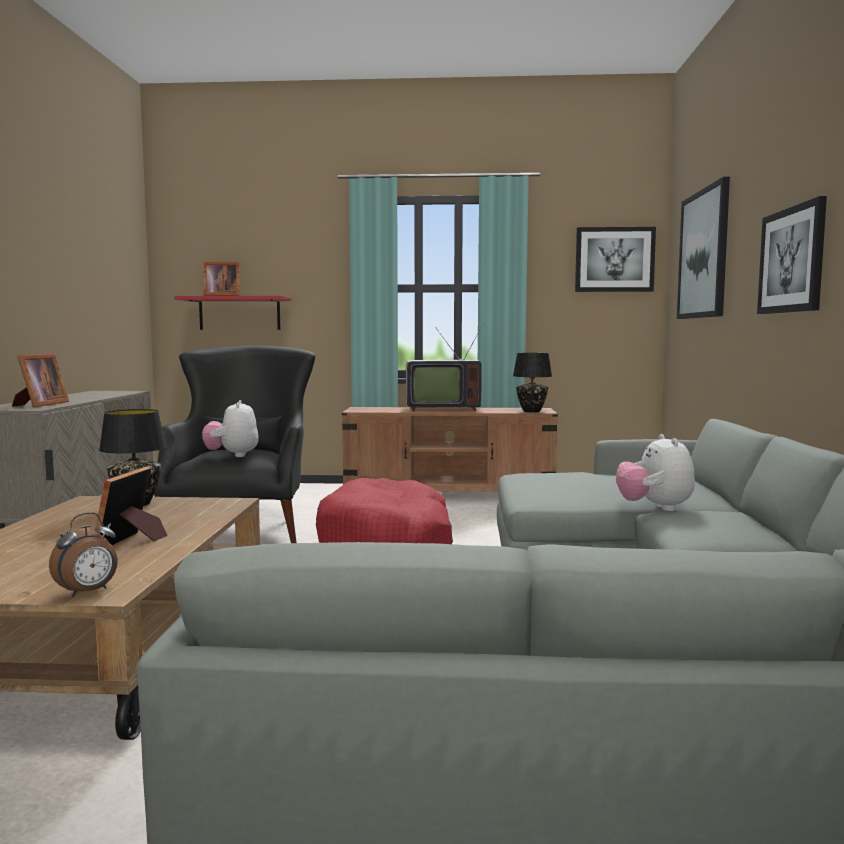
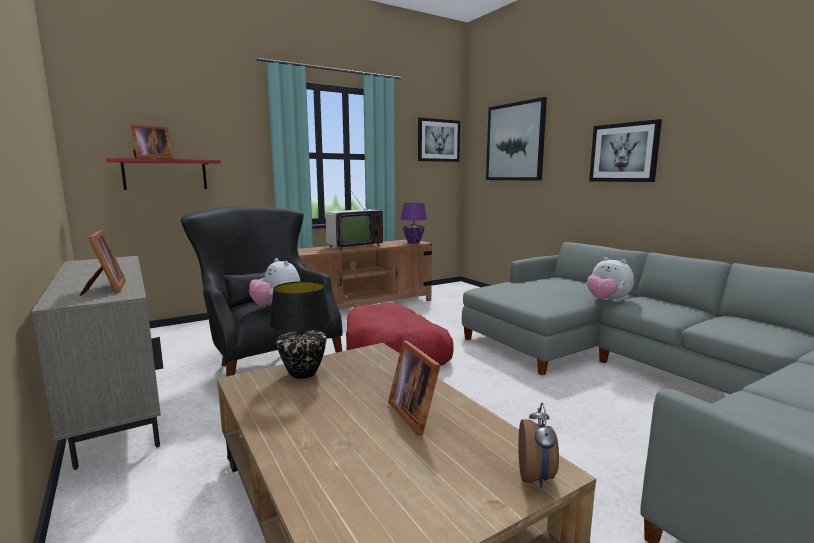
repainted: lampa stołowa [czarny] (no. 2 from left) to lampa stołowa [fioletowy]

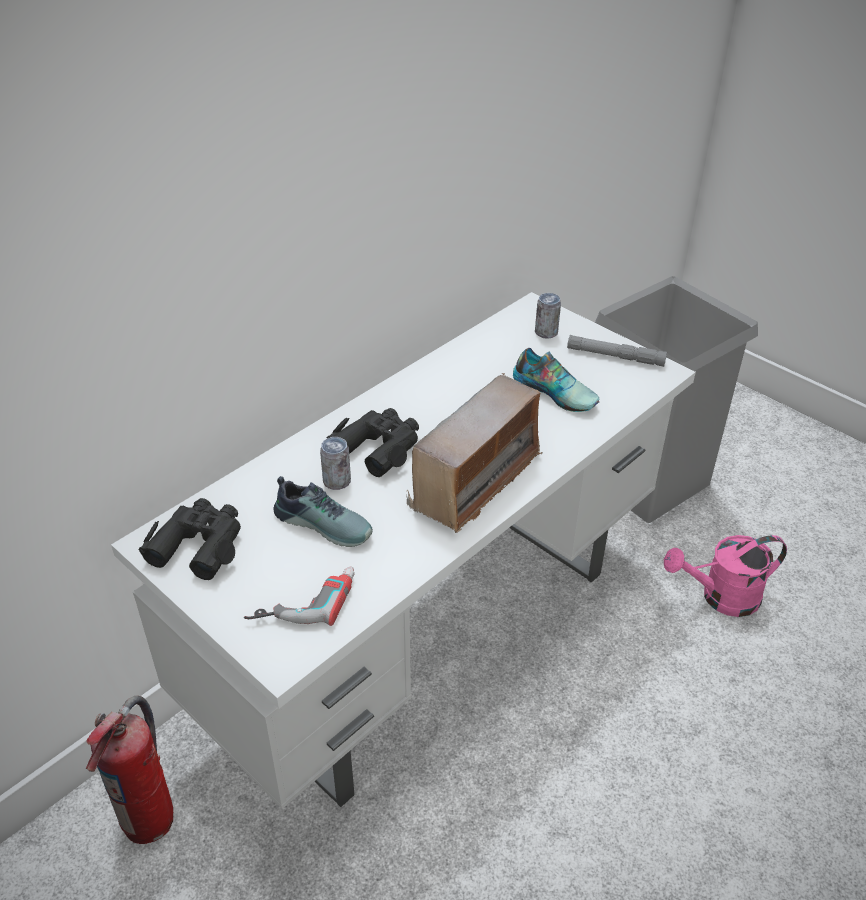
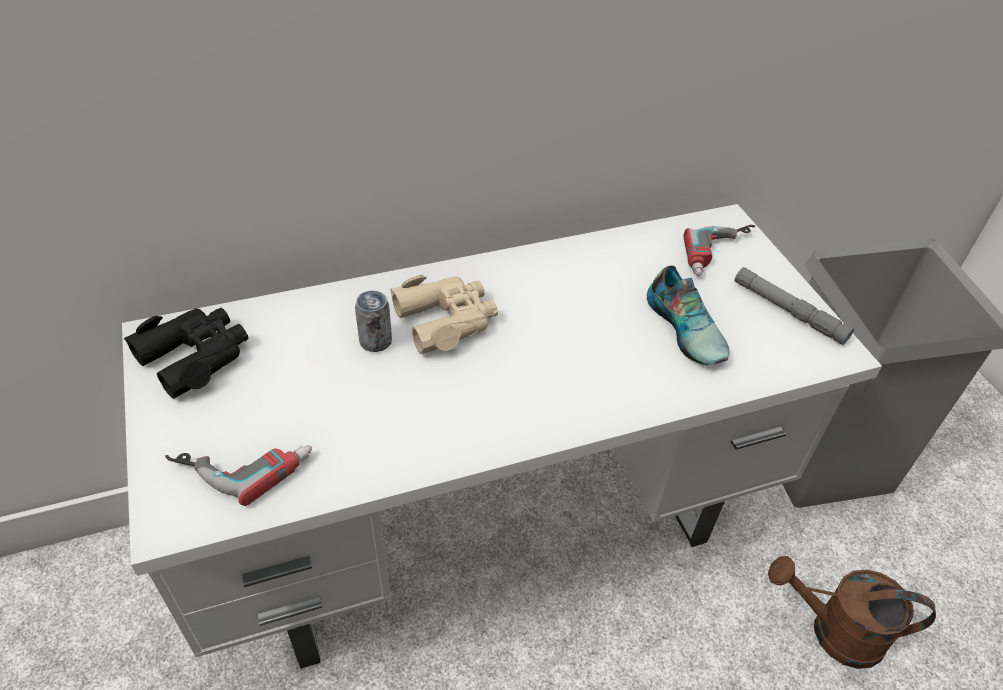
gone: gaśnica; but (no. 1 from left); radio
swapped: puszka (no. 2 from left) to wiertarka (no. 2 from left)
repainted: lornetka [czarny] (no. 2 from left) to lornetka [beżowy]; konewka [różowy] to konewka [brązowy]

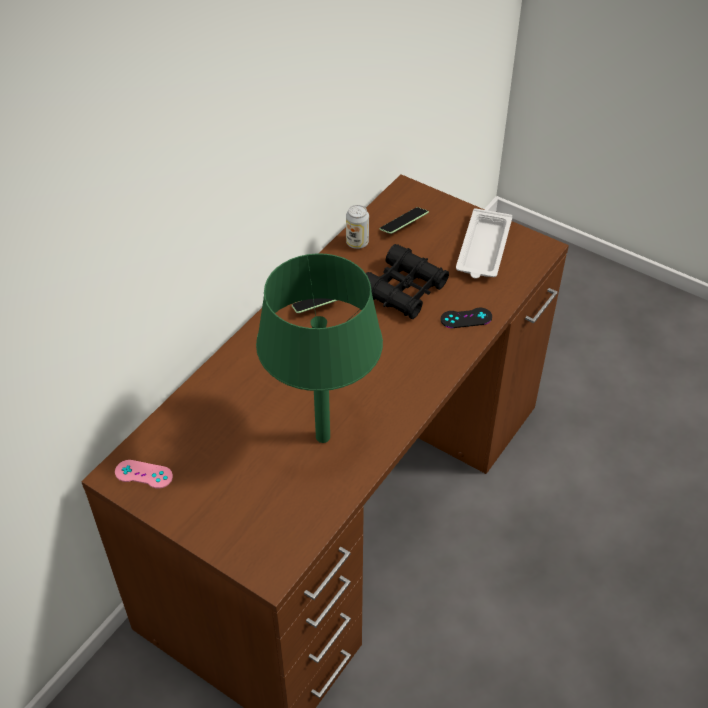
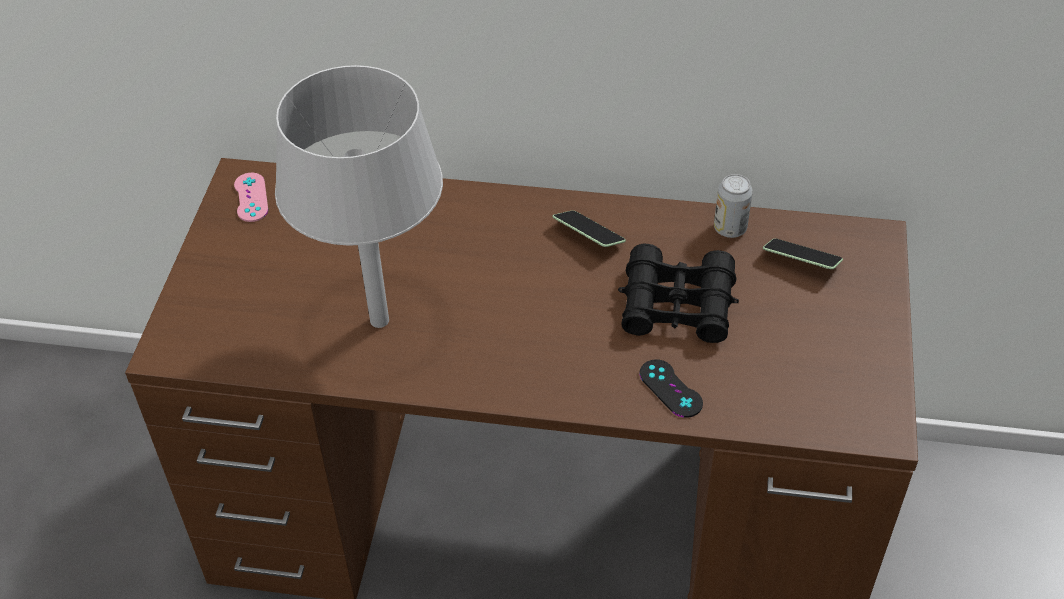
gone: taca [biały]
repainted: lampa stołowa [zielony] to lampa stołowa [szary]

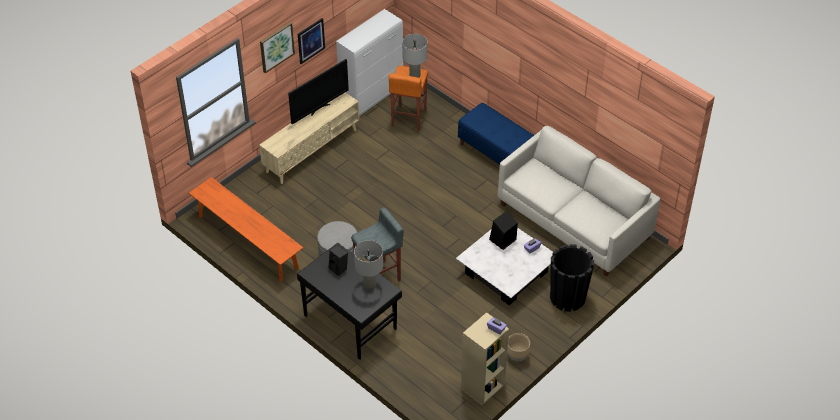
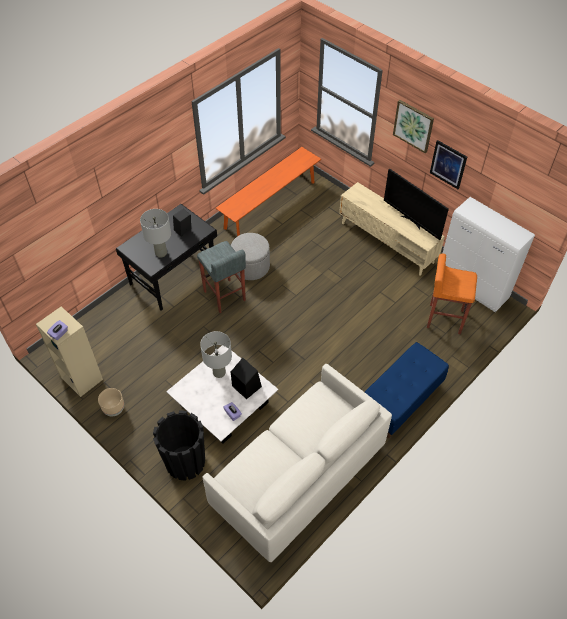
shifted: lampa stołowa [szary] (no. 2 from left)

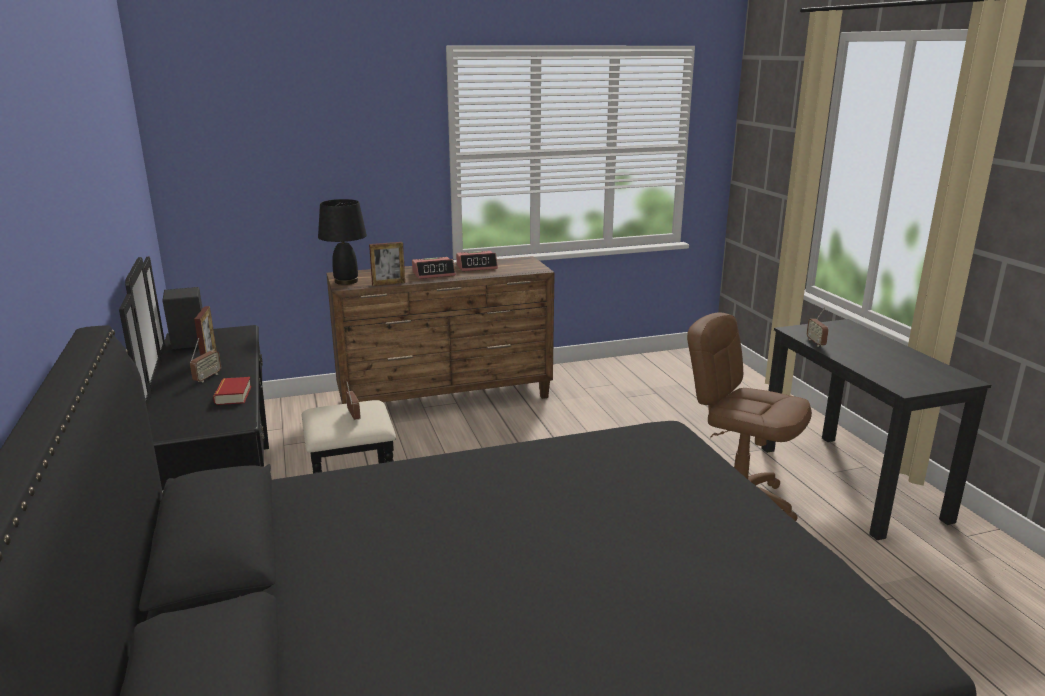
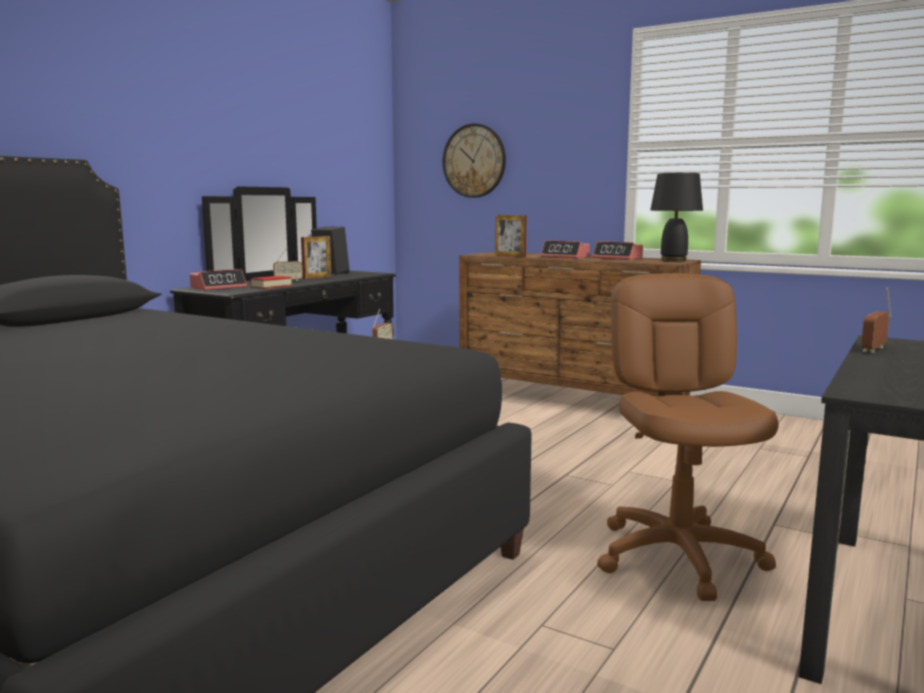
new: budzik (no. 1 from left); zegar ścienny
shifted: lampa stołowa [czarny]

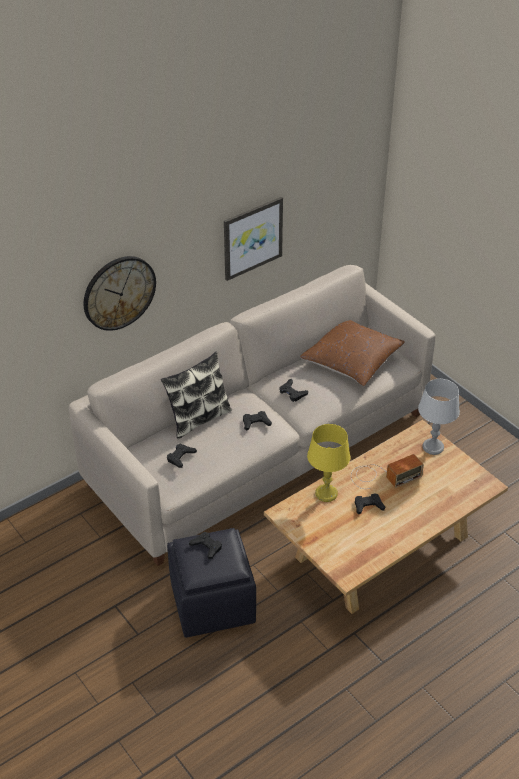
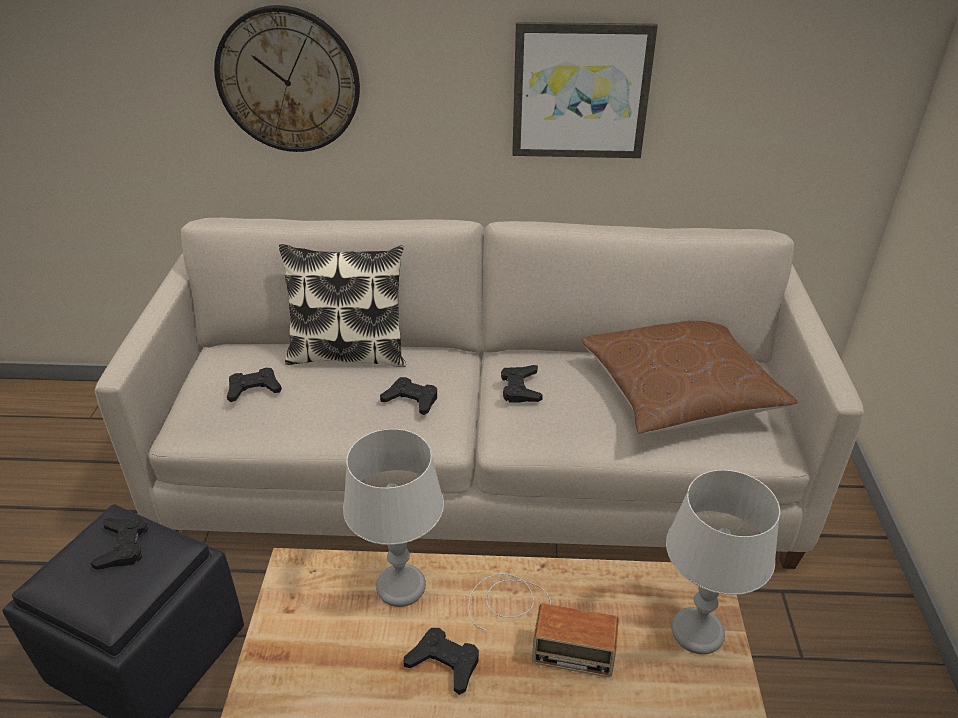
repainted: lampa stołowa [żółty] to lampa stołowa [szary] (no. 1 from left)

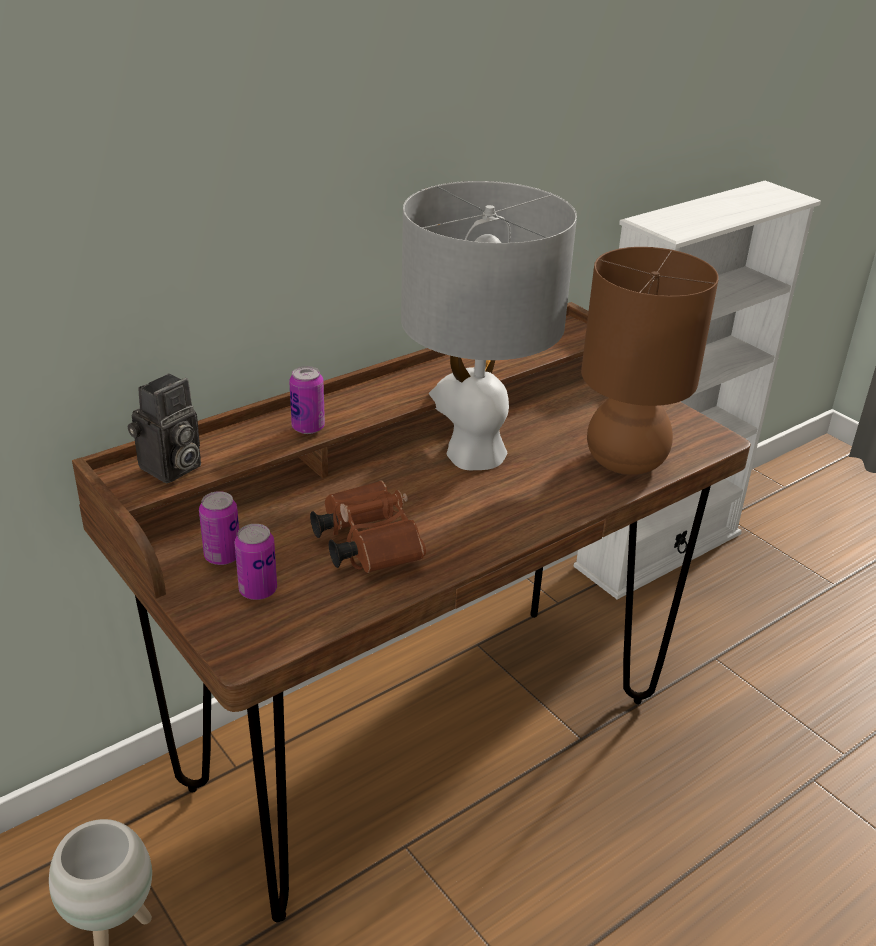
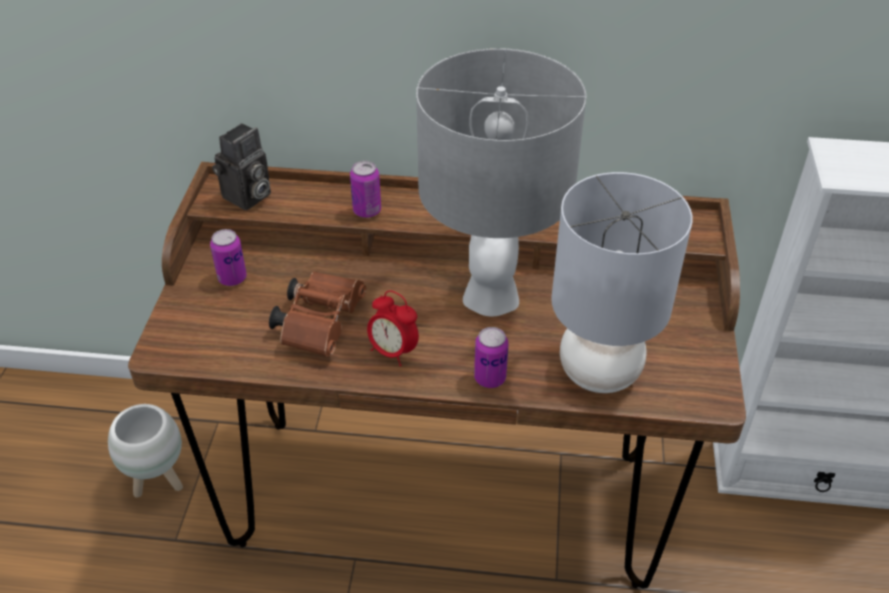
new: budzik
shifted: puszka (no. 2 from left in the first image) to puszka (no. 3 from left)
repainted: lampa stołowa [brązowy] to lampa stołowa [szary] (no. 2 from left)
rotated: aparat fotograficzny 45 degrees counterclockwise

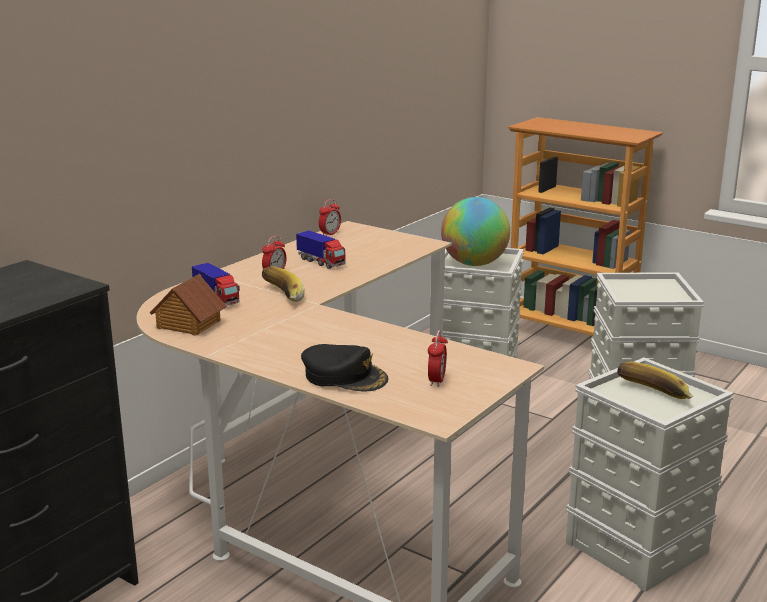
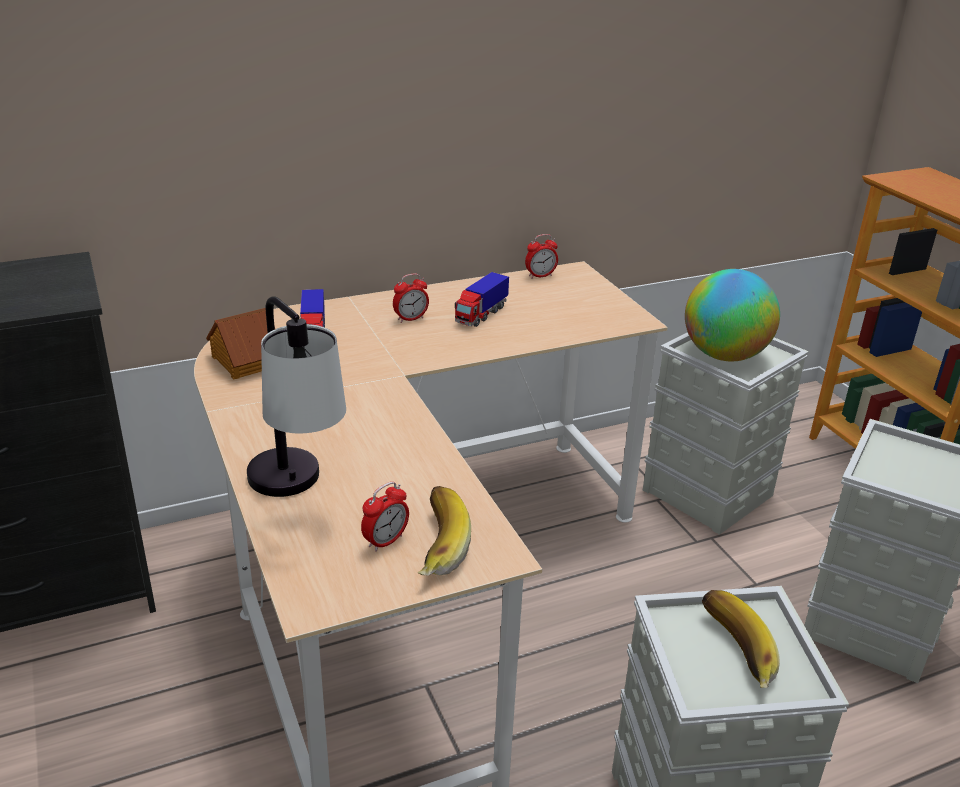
shifted: banan (no. 1 from left)
swapped: czapka z daszkiem [czarny] to lampa stołowa
rotated: ciężarówka zabawkowa (no. 2 from left) 45 degrees clockwise

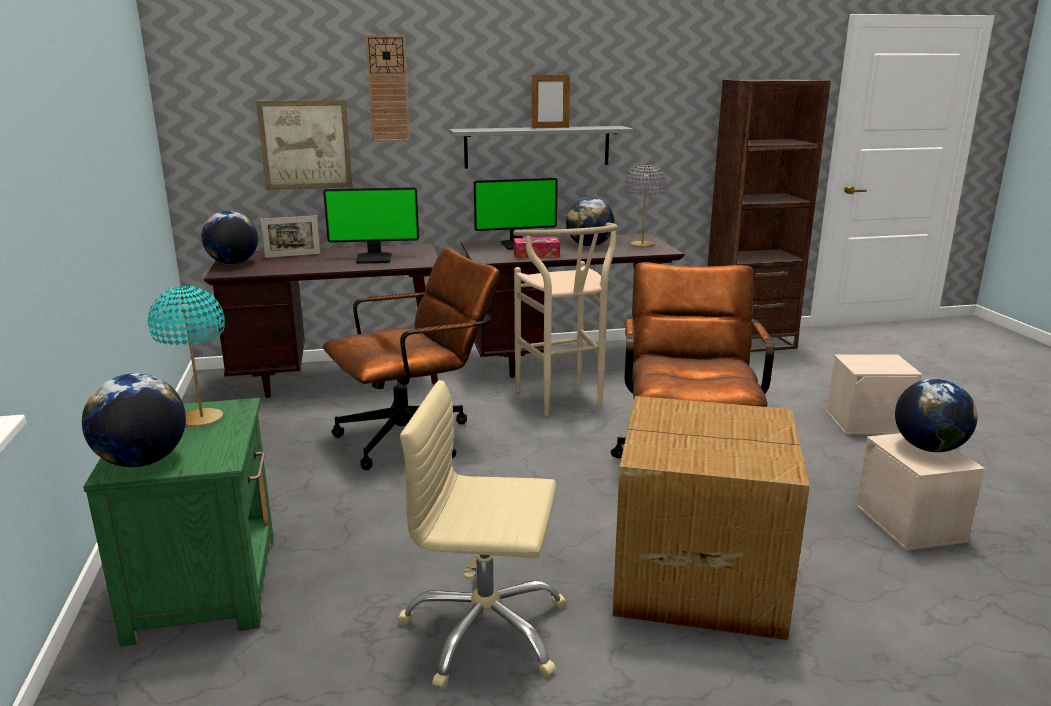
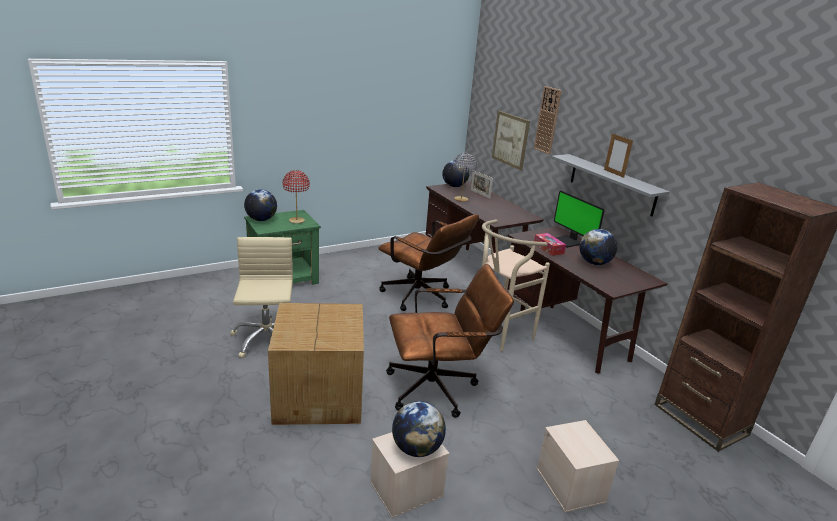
gone: monitor (no. 1 from left)
shifted: lampa stołowa [szary]
repainted: lampa stołowa [turkusowy] to lampa stołowa [czerwony]

